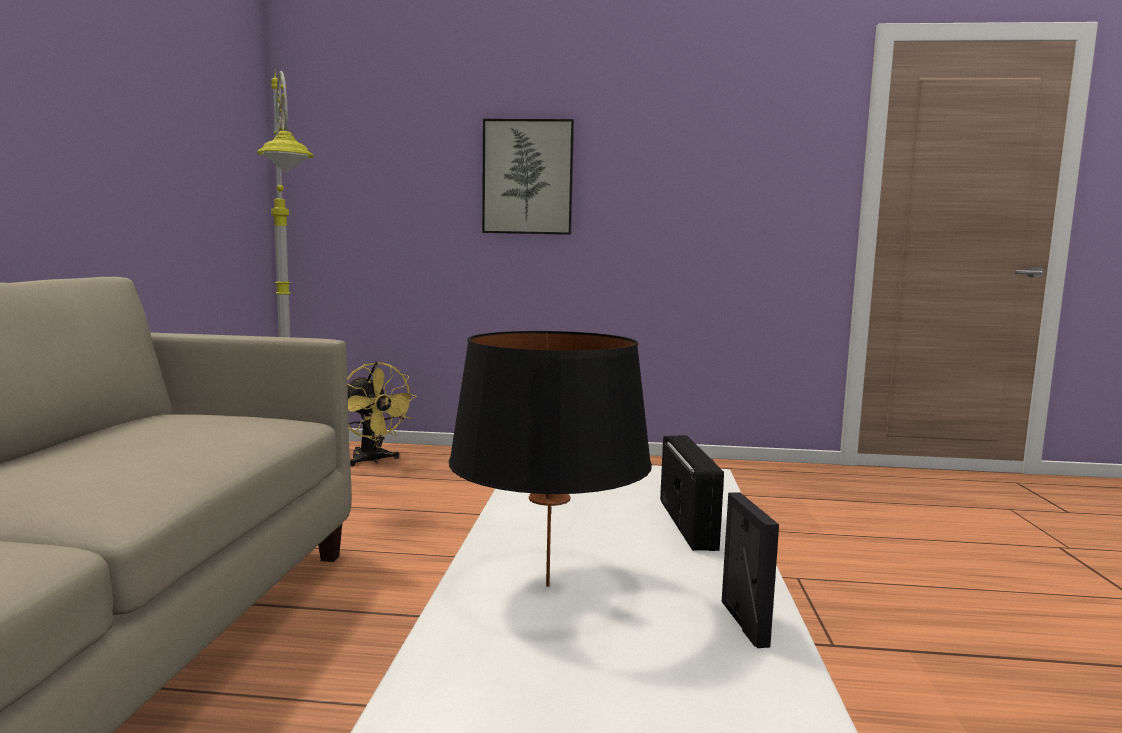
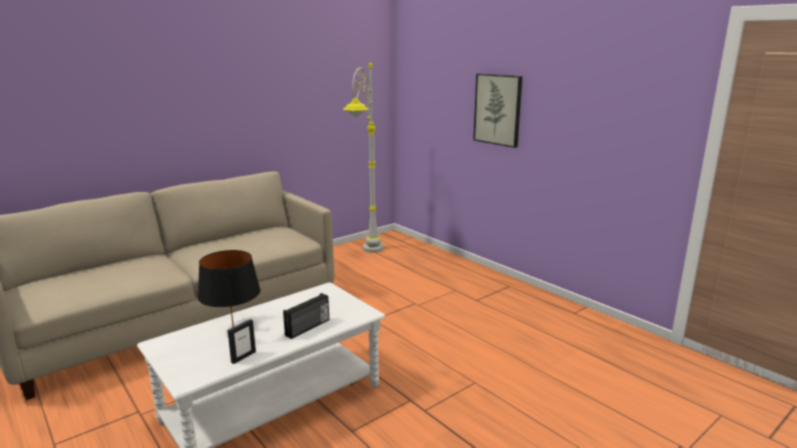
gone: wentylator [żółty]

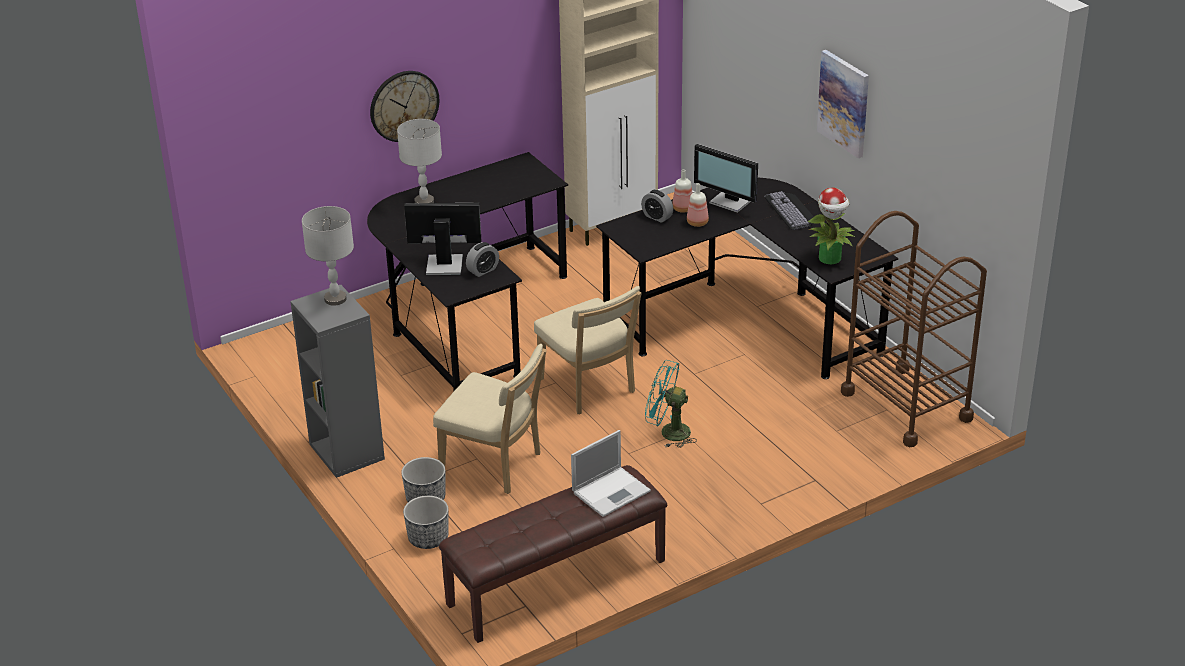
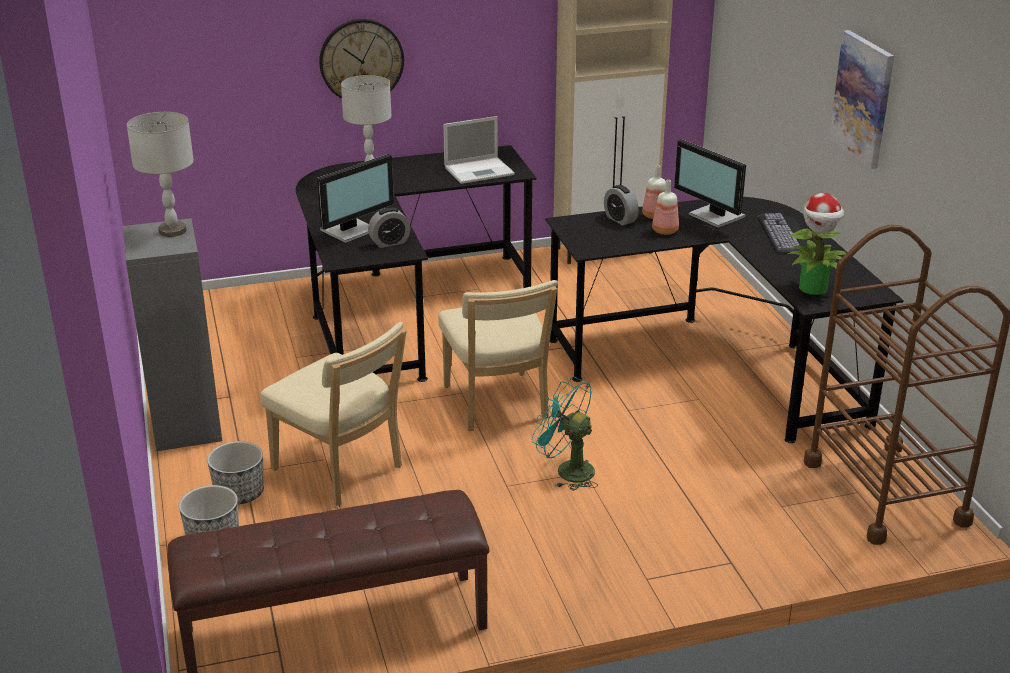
shifted: laptop
rotated: monitor (no. 1 from left) 120 degrees clockwise

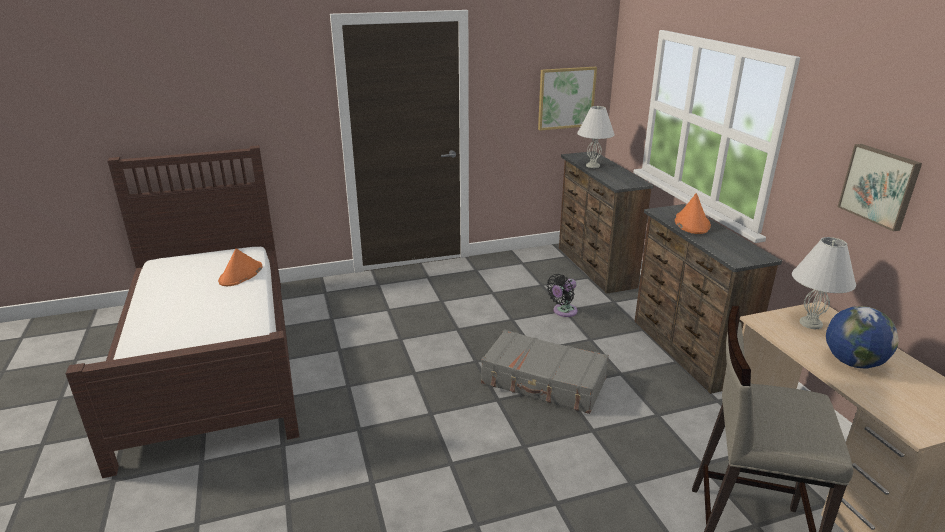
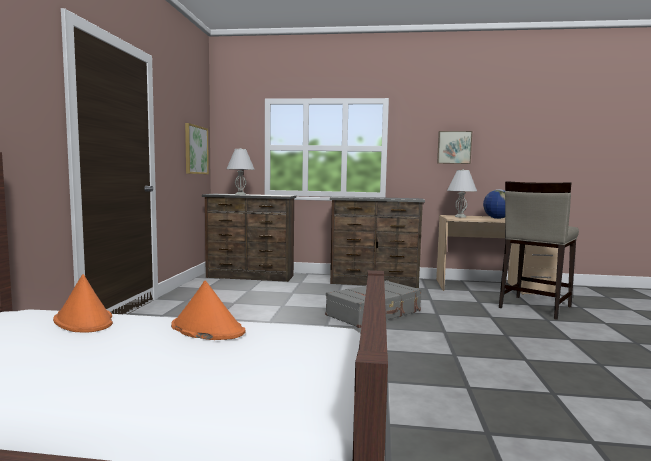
gone: wentylator [czarny]
shifted: kapelusz [pomarańczowy] (no. 2 from left)

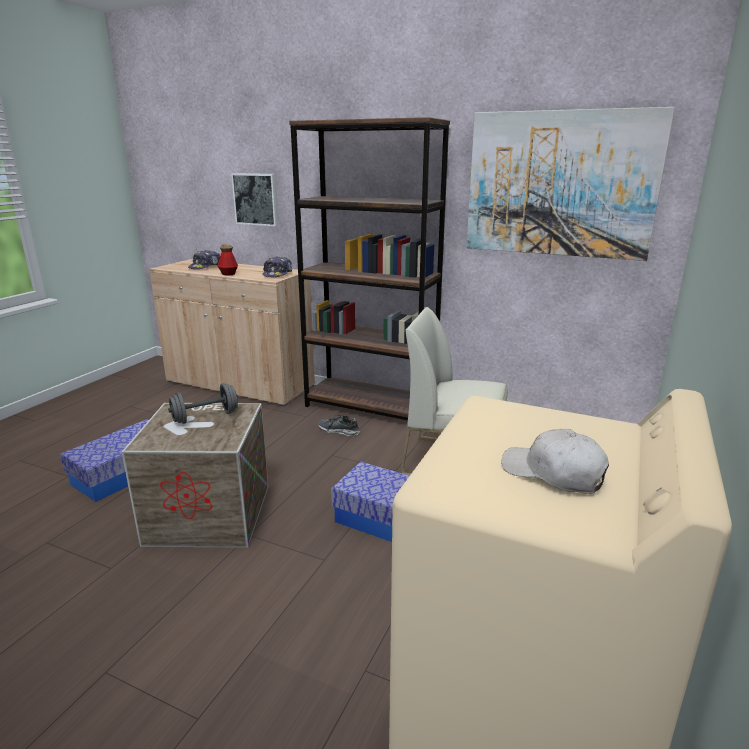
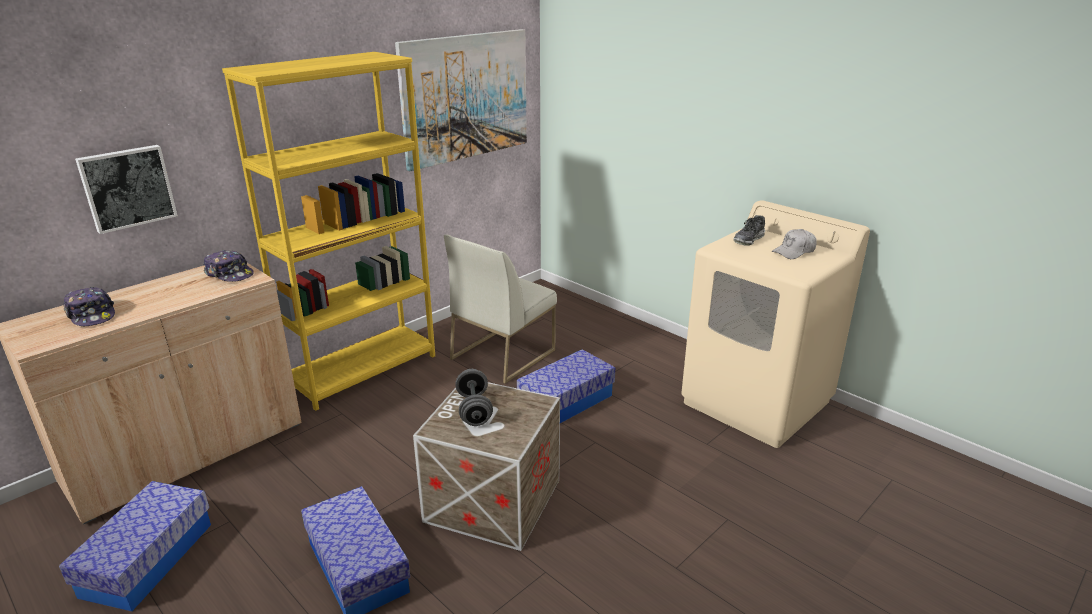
gone: butelka
new: pojemnik do przechowywania (no. 1 from left)
shifted: but
repainted: regał [brązowy] to regał [żółty]

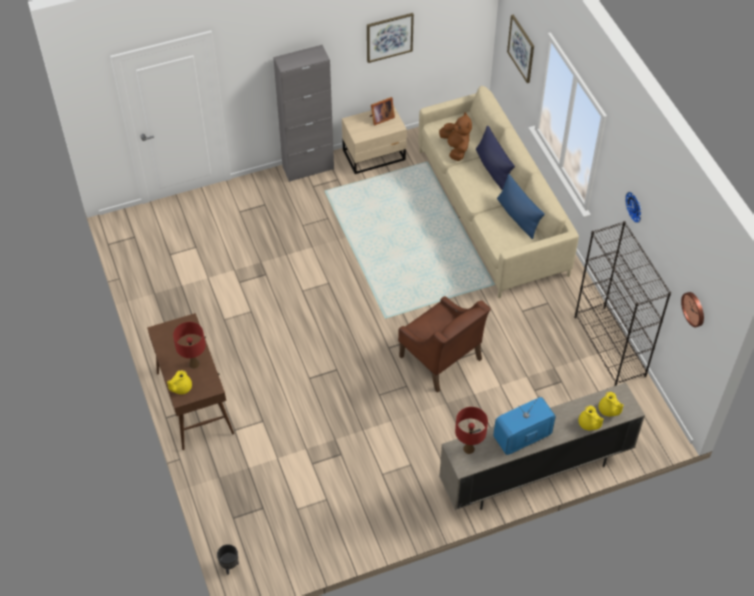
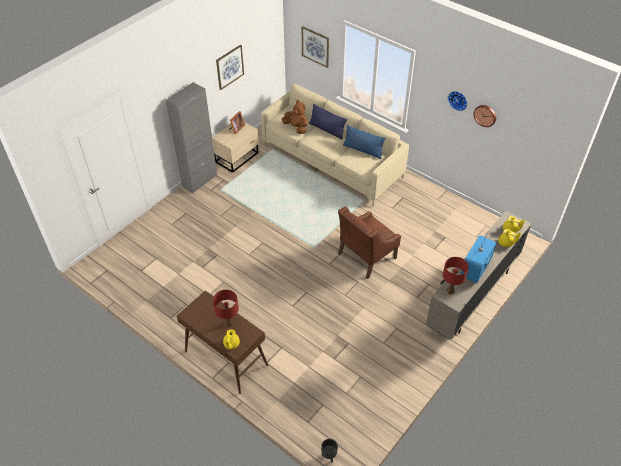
gone: regał [czarny]
shifted: zegar ścienny (no. 2 from left)
rotated: fotel [brązowy] 120 degrees clockwise

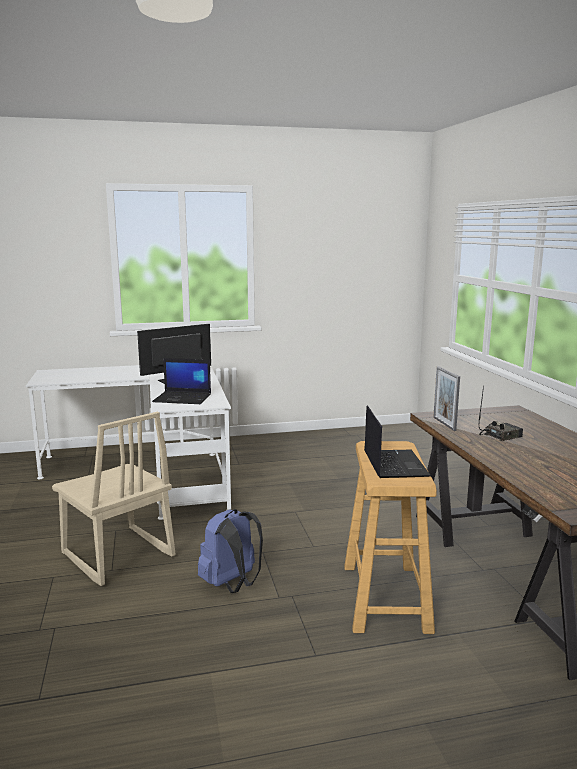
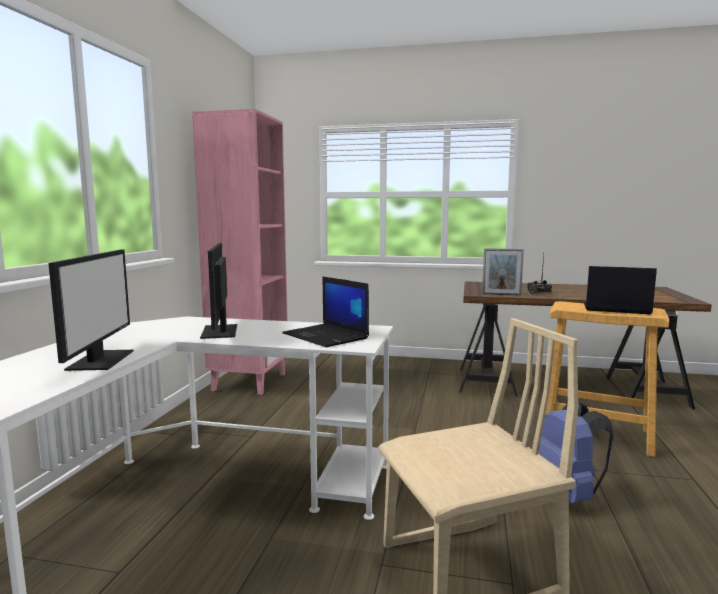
new: monitor (no. 1 from left); regał [różowy]
rotated: laptop (no. 1 from left) 105 degrees clockwise

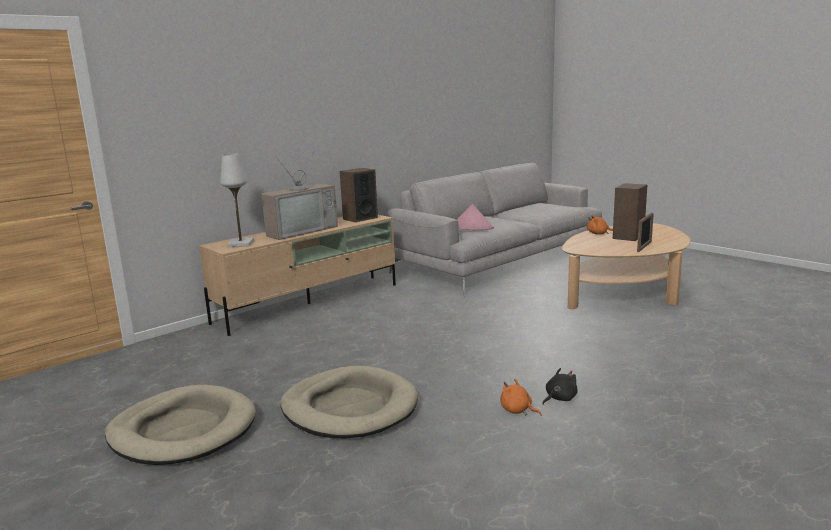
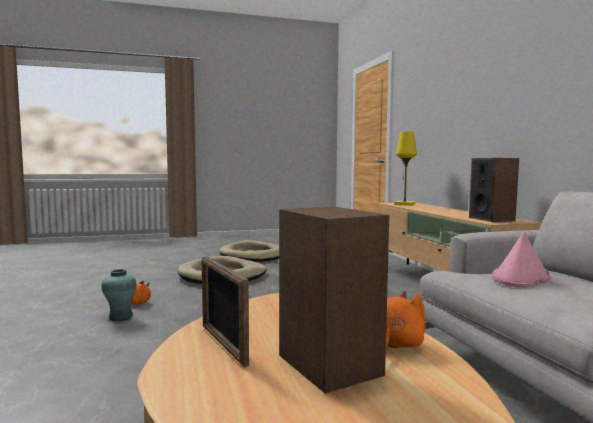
gone: telewizor
swapped: pluszak [czarny] to wazon [turkusowy]
repainted: lampa stołowa [biały] to lampa stołowa [żółty]

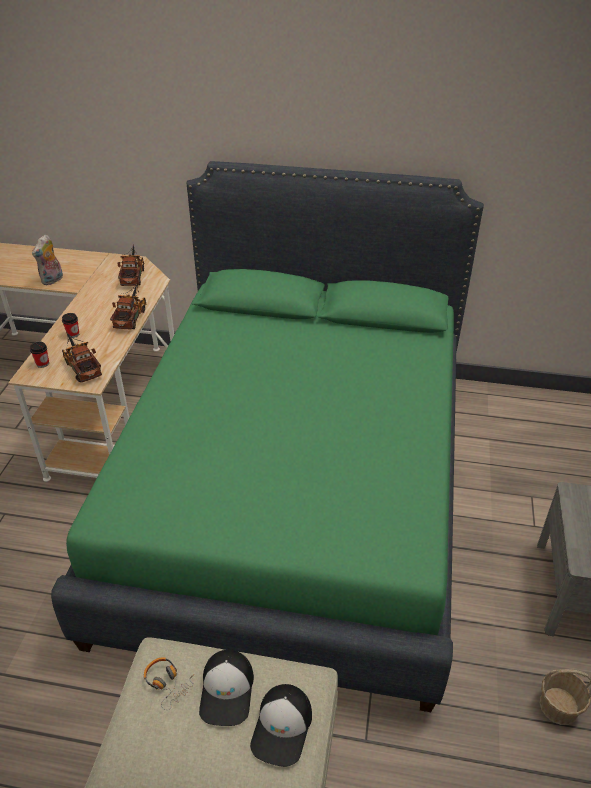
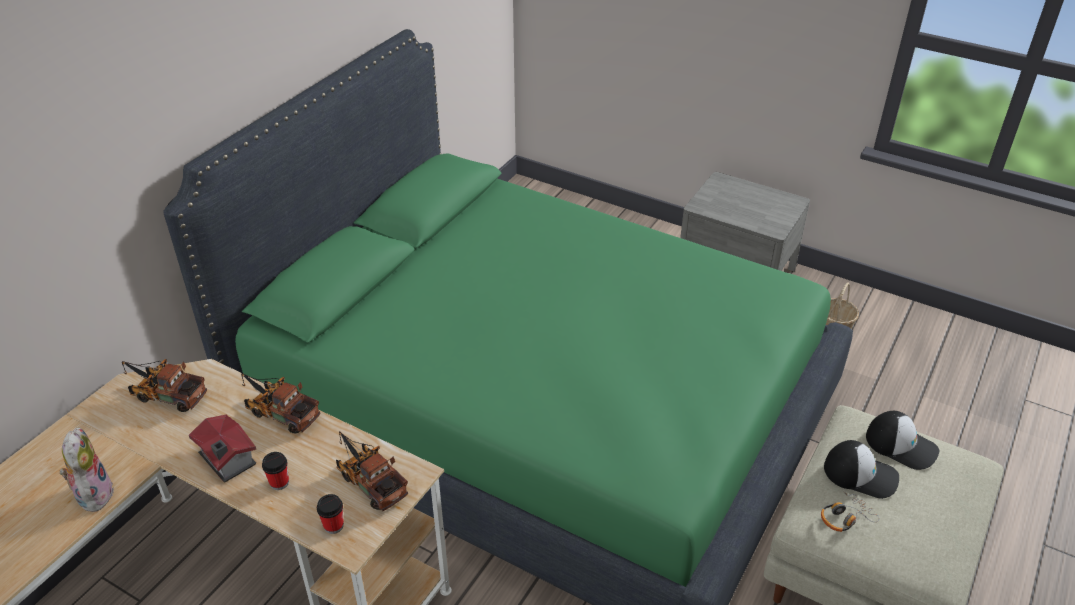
new: domek
rotated: pluszak 150 degrees counterclockwise; ciężarówka zabawkowa (no. 1 from left in the first image) 60 degrees clockwise

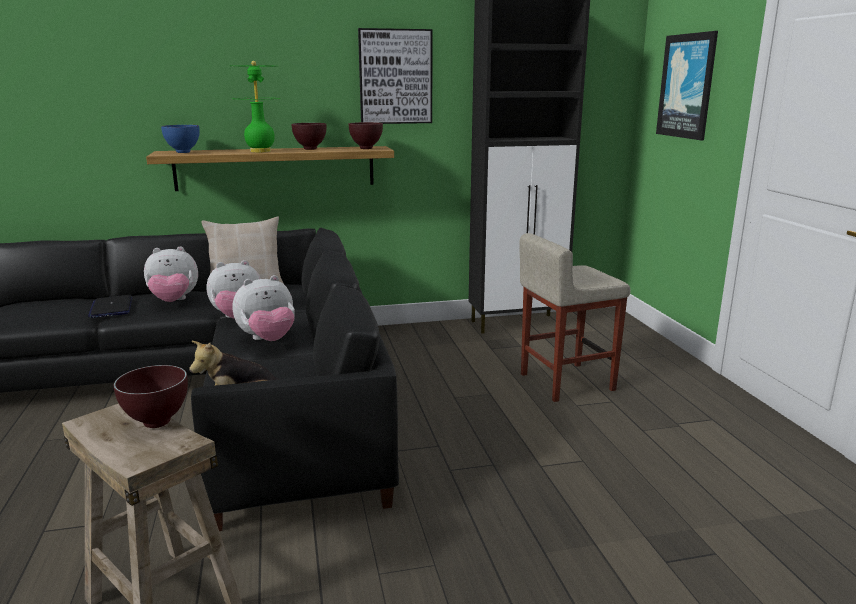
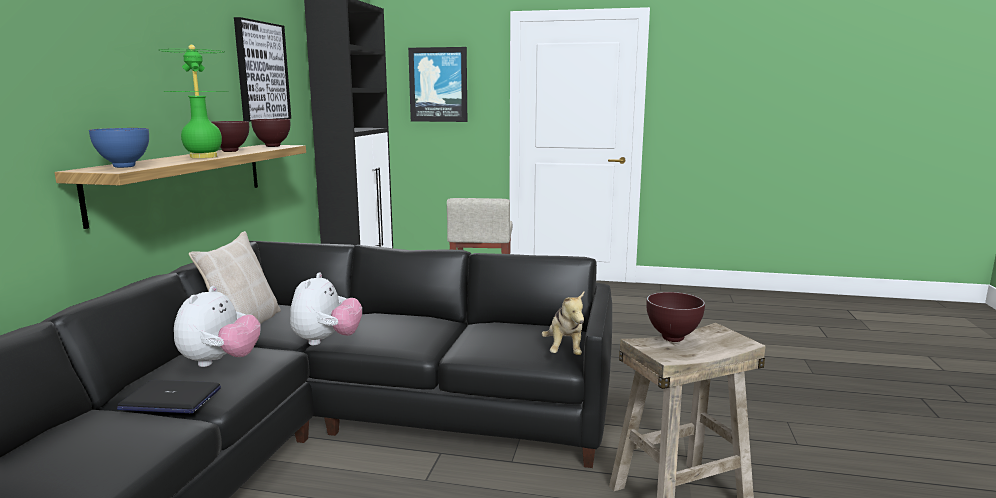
gone: pluszak (no. 4 from left)

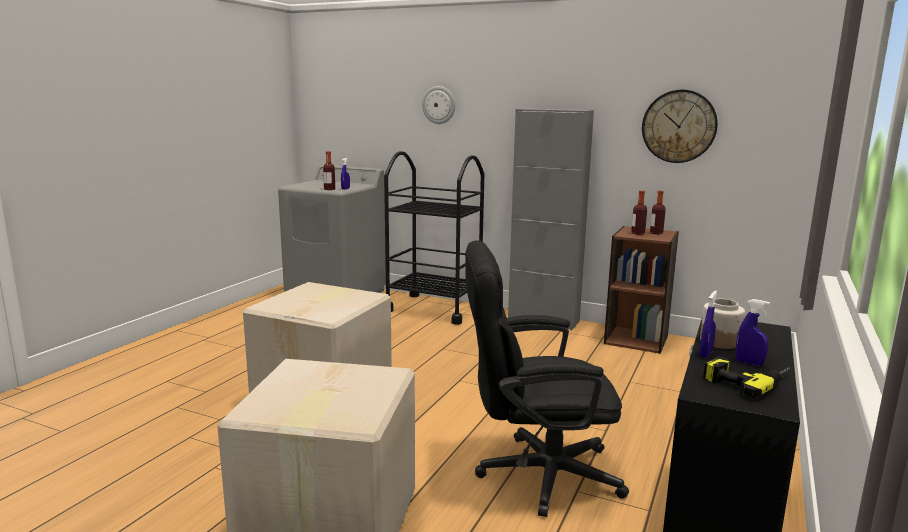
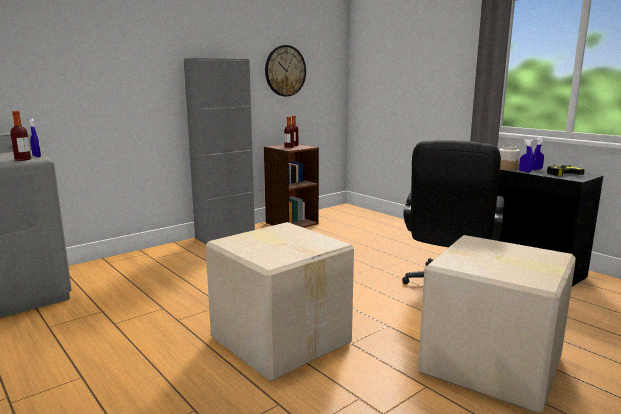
gone: wózek [czarny]; zegar ścienny (no. 1 from left)

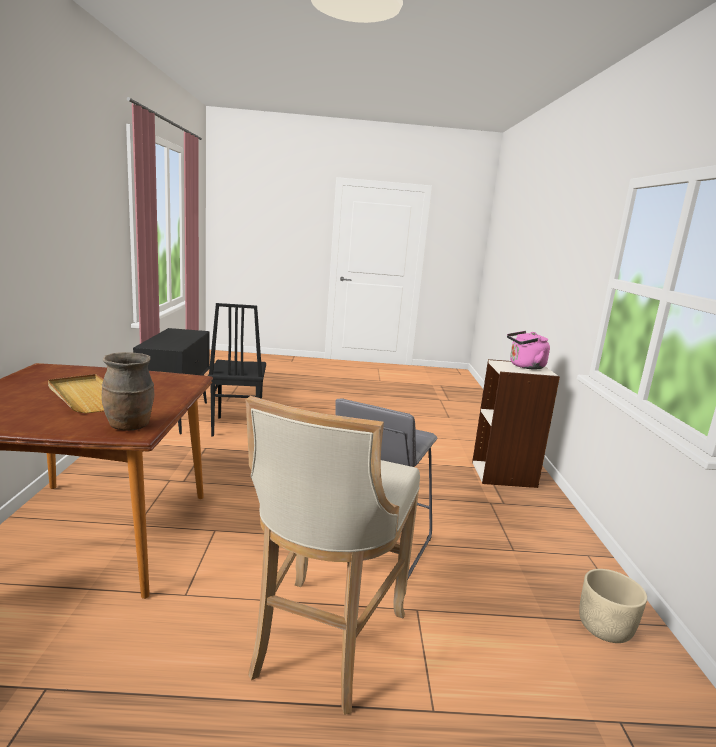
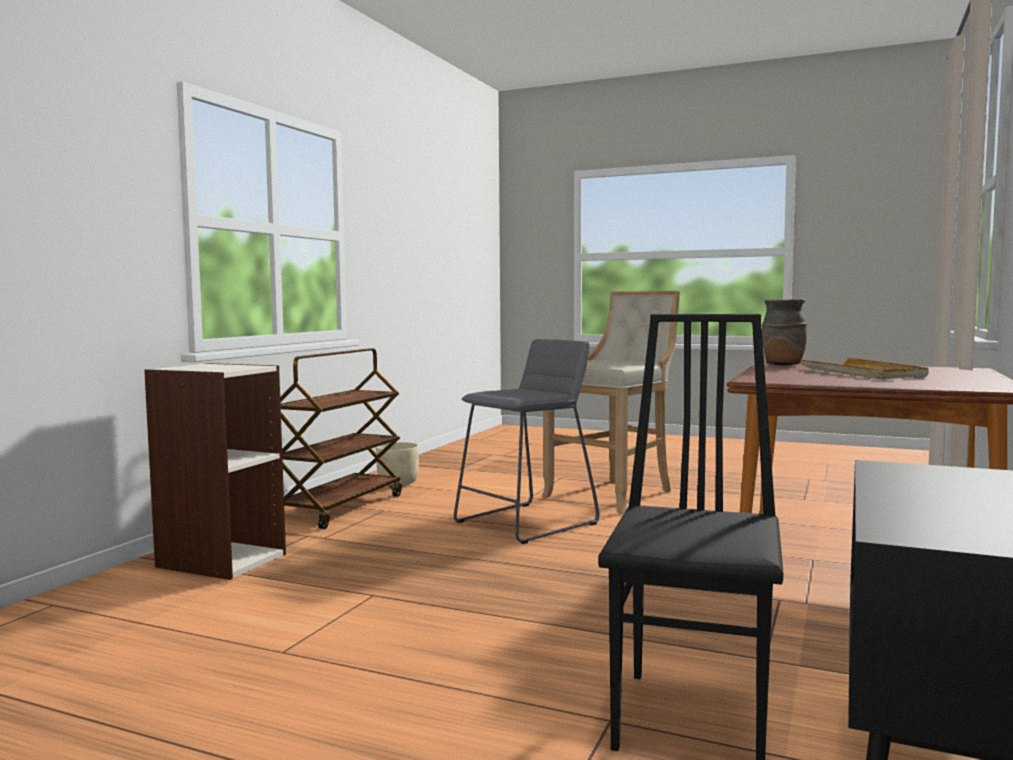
gone: czajnik [różowy]
new: wózek [brązowy]

